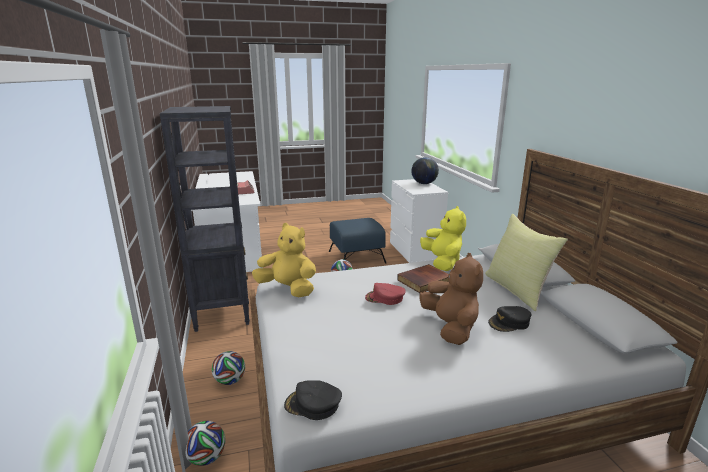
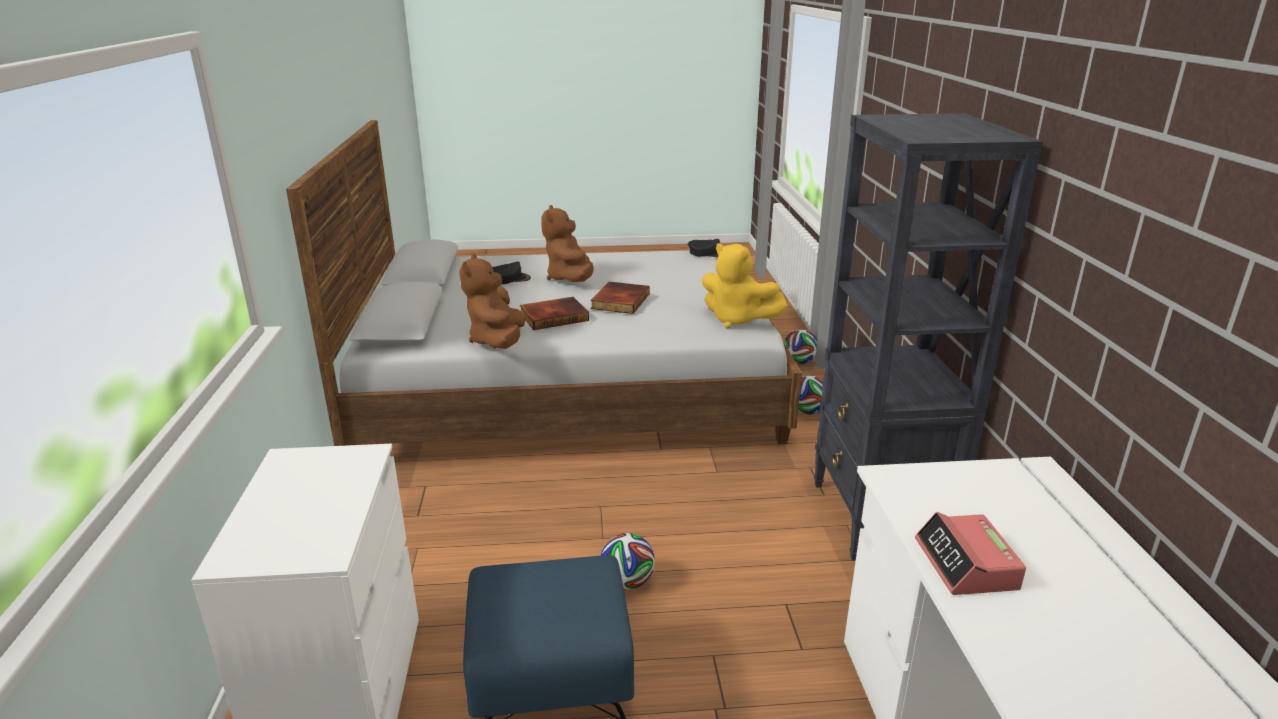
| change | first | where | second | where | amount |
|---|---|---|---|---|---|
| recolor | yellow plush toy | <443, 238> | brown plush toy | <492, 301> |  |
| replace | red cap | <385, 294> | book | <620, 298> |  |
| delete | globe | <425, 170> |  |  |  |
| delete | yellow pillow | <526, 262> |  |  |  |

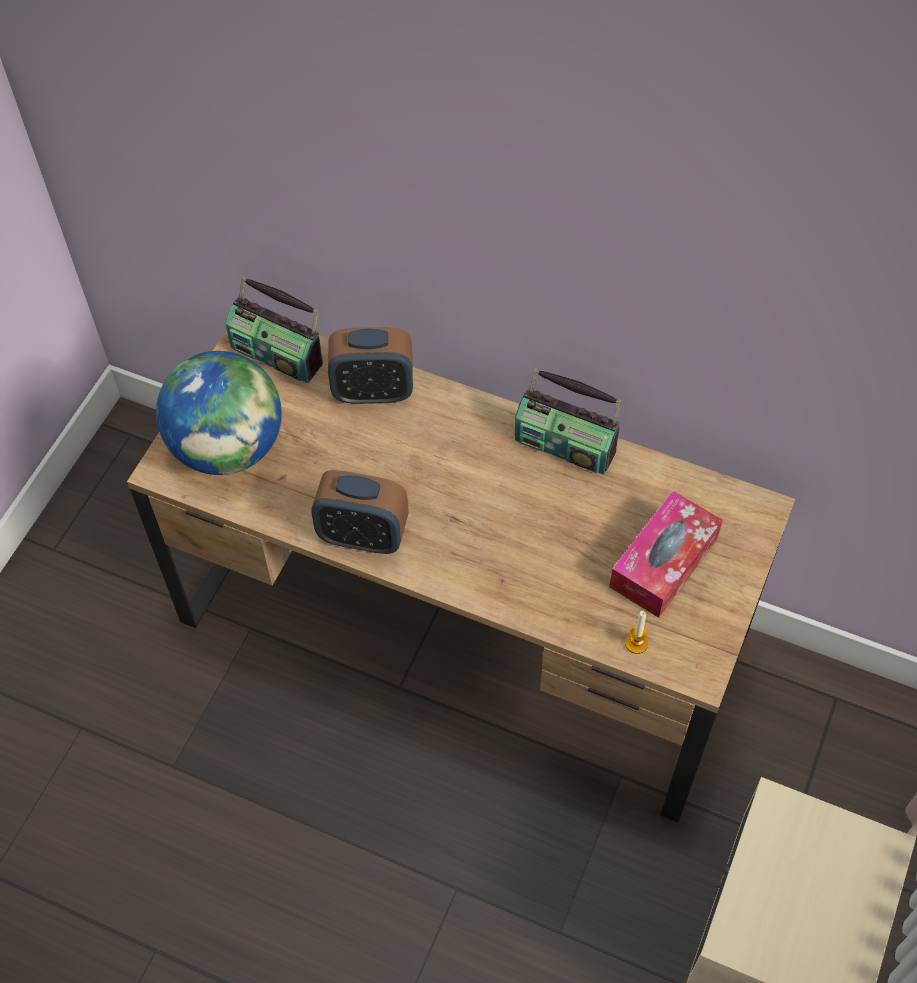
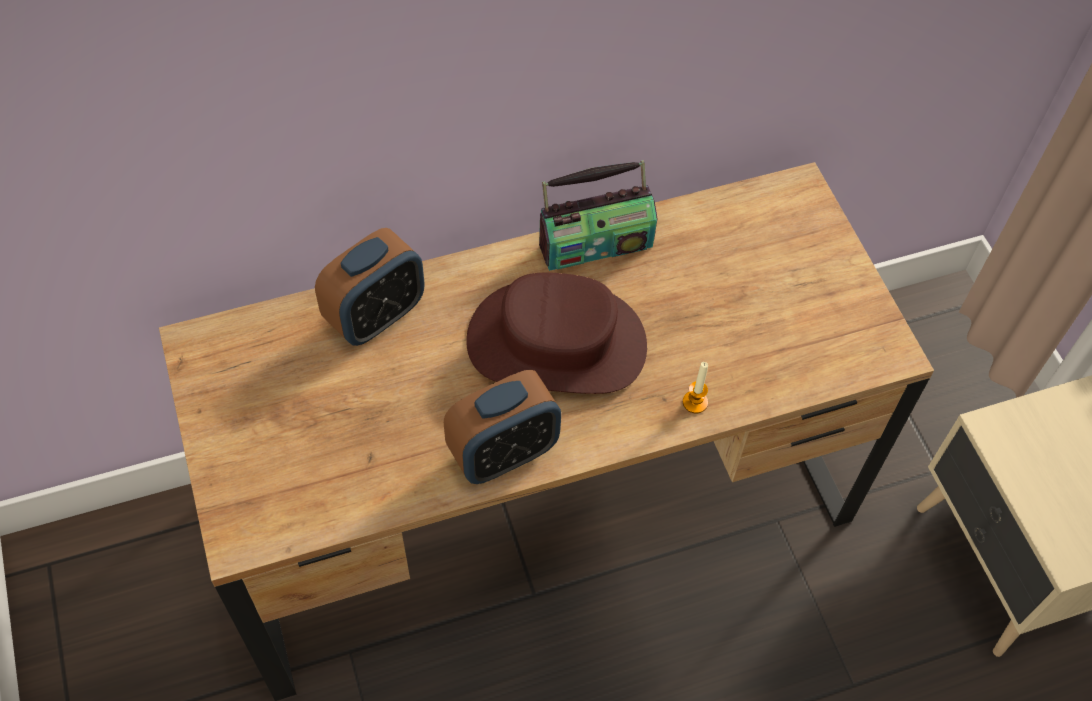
| change | first | where | second | where | amount |
|---|---|---|---|---|---|
| insert |  |  | brown hat | <556, 333> |  |
| move | candle | <636, 632> |  | <695, 388> |  |
| delete | globe | <219, 413> |  |  |  |
| delete | radio | <274, 329> |  |  |  |
| delete | tissue box | <666, 554> |  |  |  |

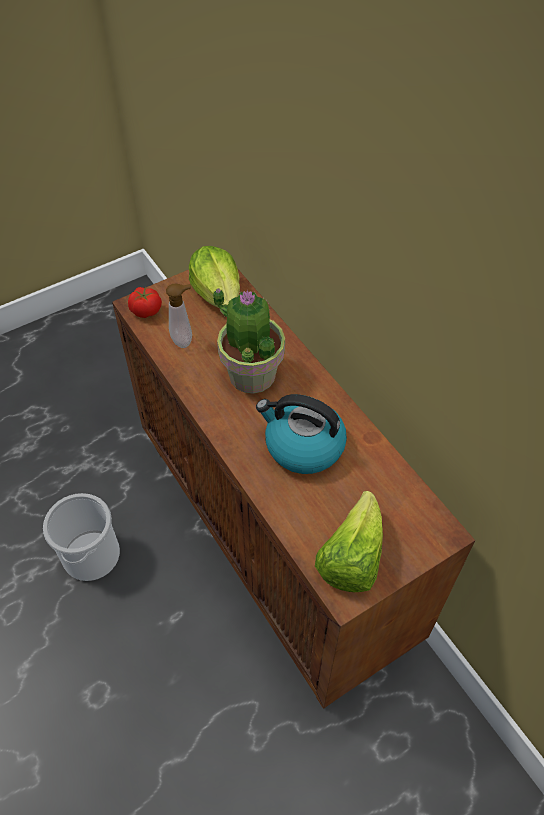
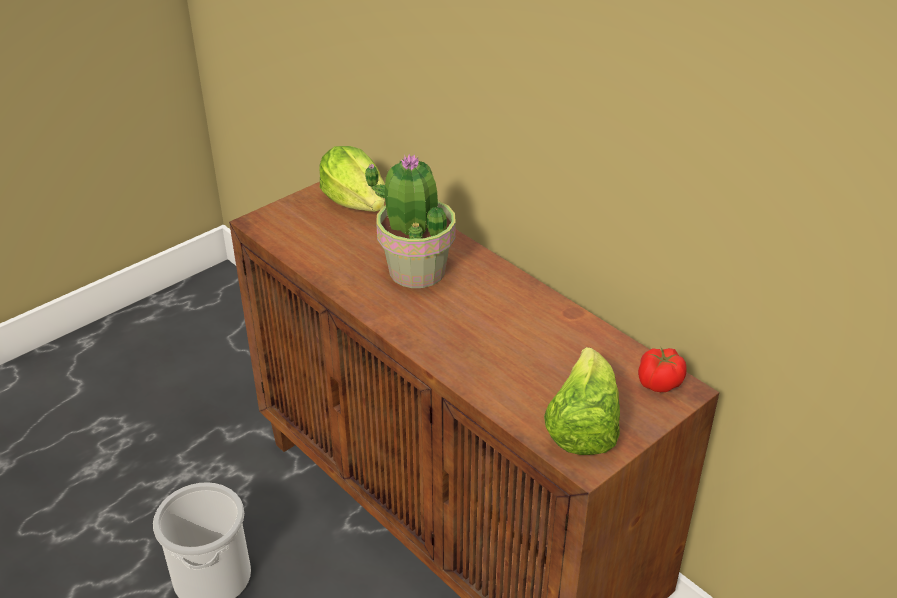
| change | first | where | second | where | amount |
|---|---|---|---|---|---|
| move | tomato | <145, 302> |  | <662, 370> |  |
| delete | soap dispenser | <179, 316> |  |  |  |
| delete | kettle | <301, 434> |  |  |  |

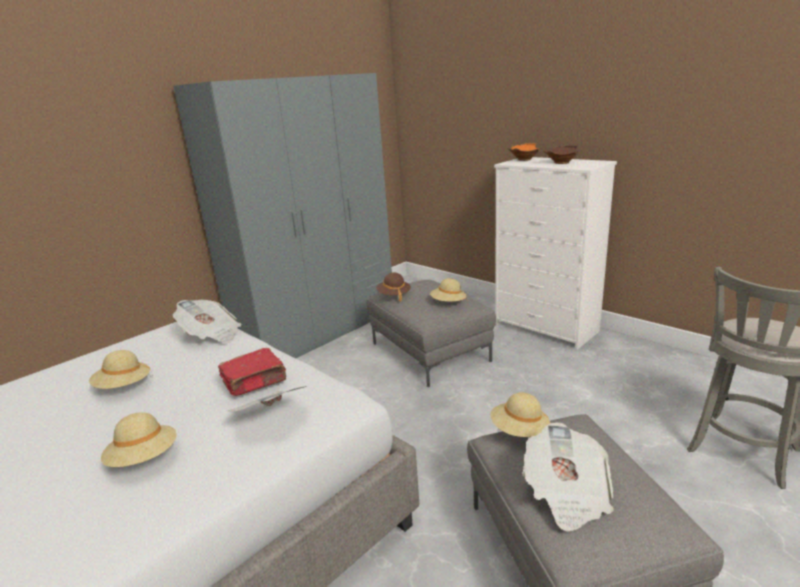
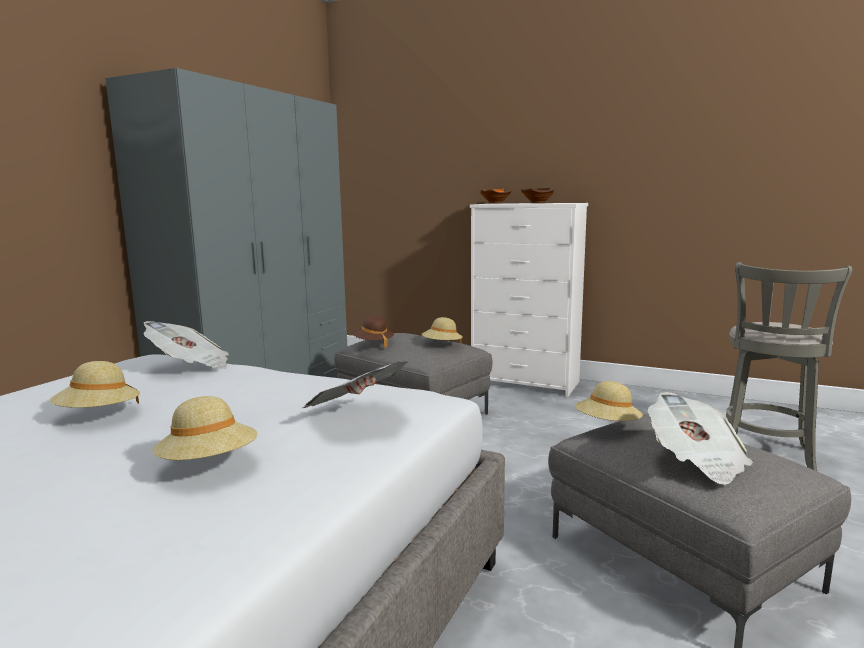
| change | first | where | second | where | amount |
|---|---|---|---|---|---|
| delete | red book | <252, 372> |  |  |  |

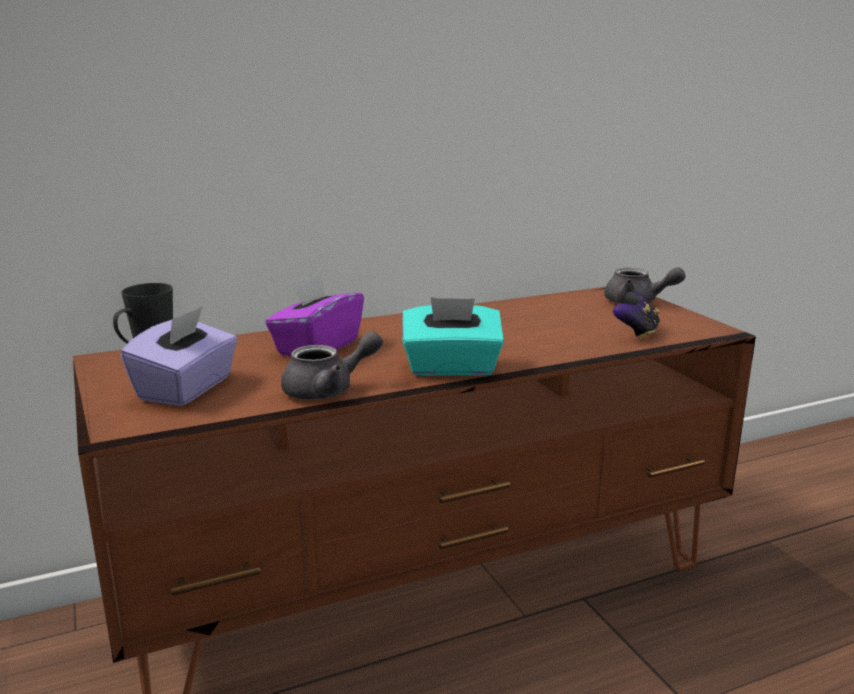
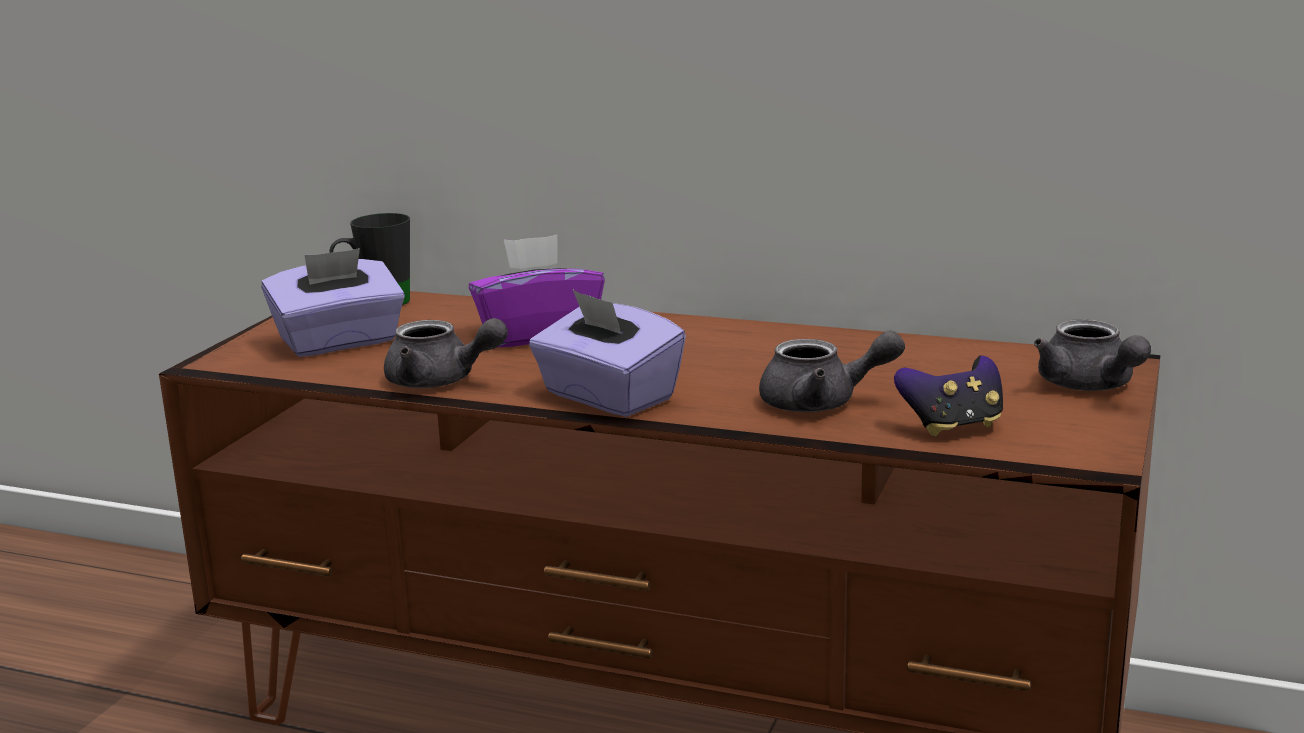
| change | first | where | second | where | amount |
|---|---|---|---|---|---|
| recolor | turquoise tissue box | <453, 336> | purple tissue box | <607, 353> |  |
| insert |  |  | grey teapot | <832, 371> |  |

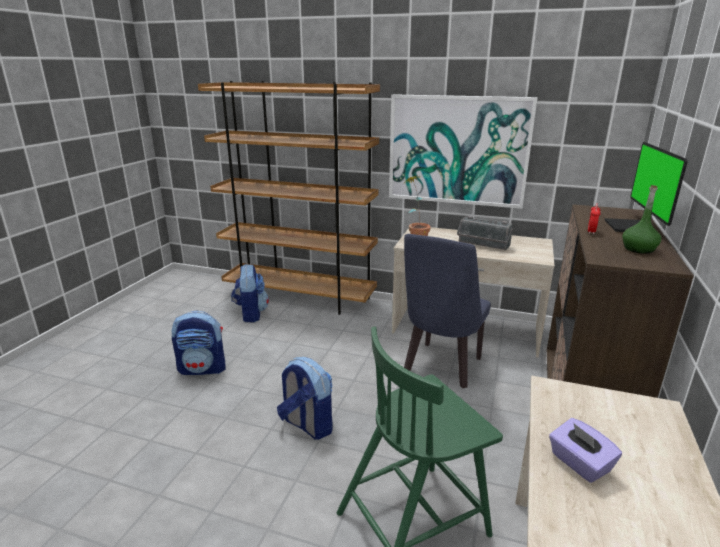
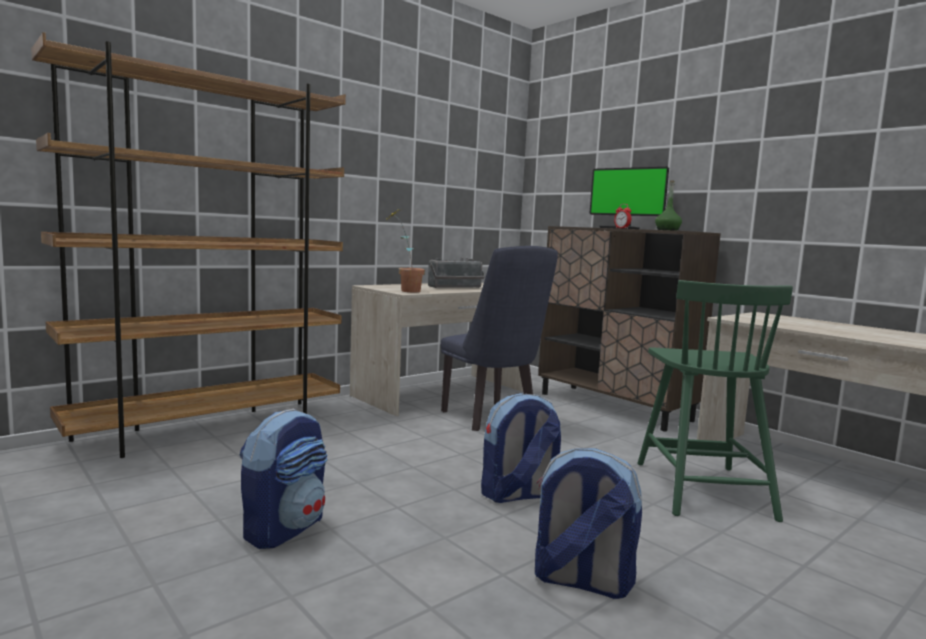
| change | first | where | second | where | amount |
|---|---|---|---|---|---|
| move | backpack | <250, 293> |  | <588, 523> |  |
| delete | picture | <463, 151> |  |  |  |
| delete | purple tissue box | <585, 450> |  |  |  |

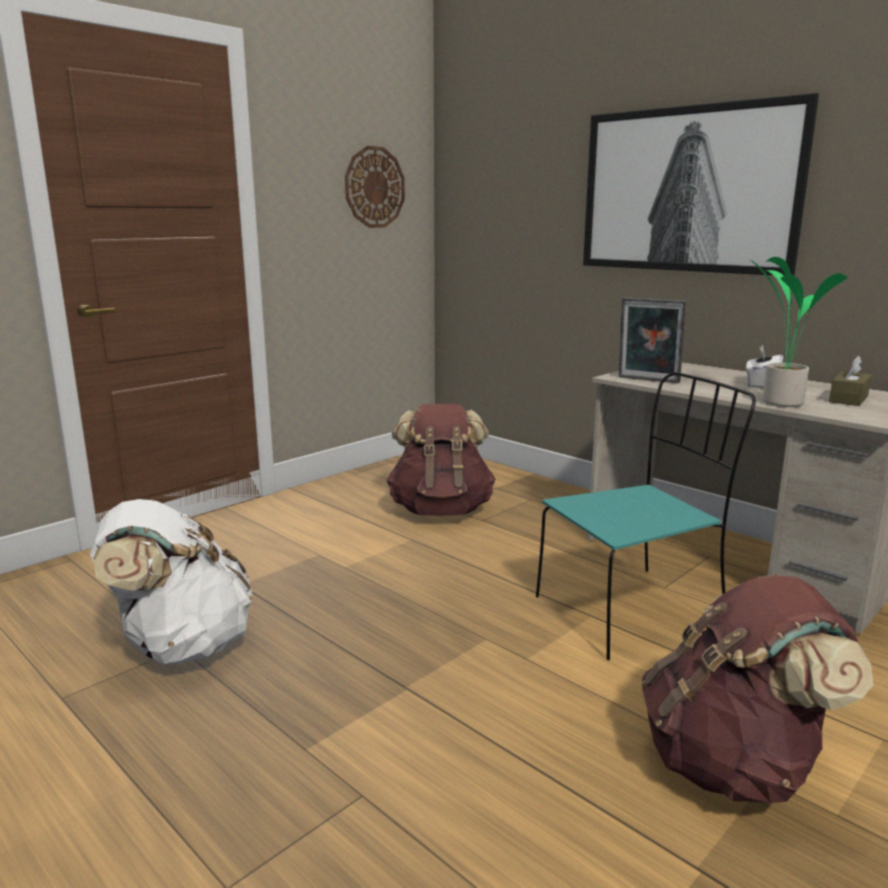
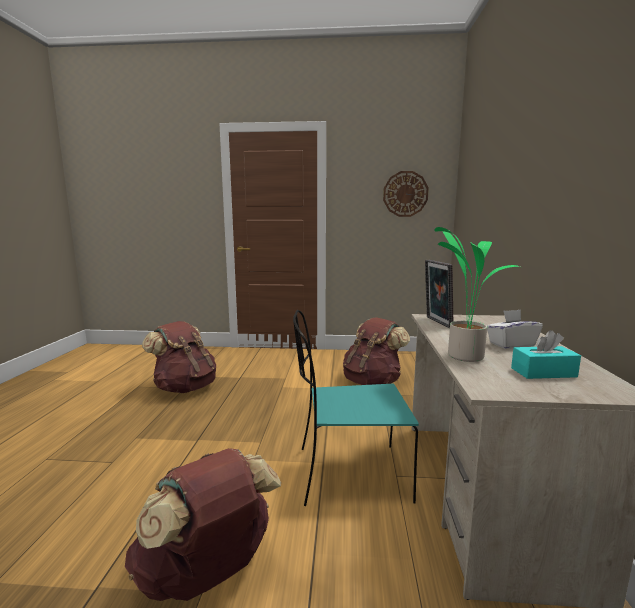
| change | first | where | second | where | amount |
|---|---|---|---|---|---|
| recolor | white backpack | <171, 582> | brown backpack | <179, 357> |  |
| rotate | turquoise chair | <646, 516> |  | <356, 408> | 150 degrees clockwise |
| recolor | brown tissue box | <850, 381> | turquoise tissue box | <546, 354> |  |
| delete | picture | <701, 184> |  |  |  |

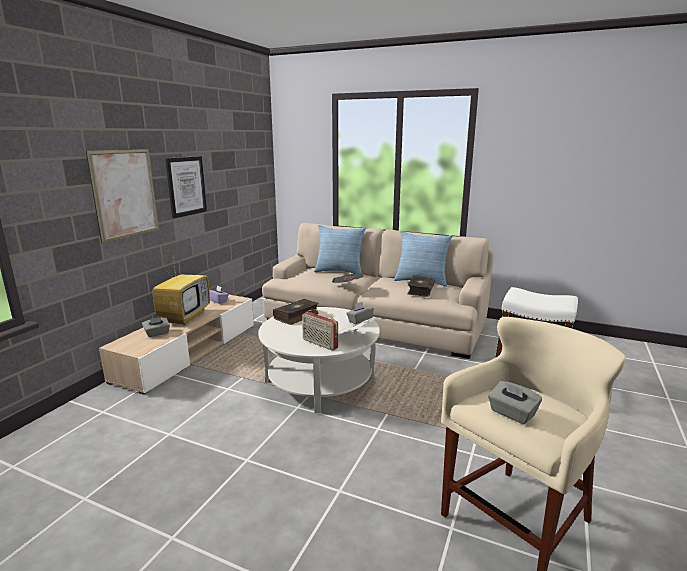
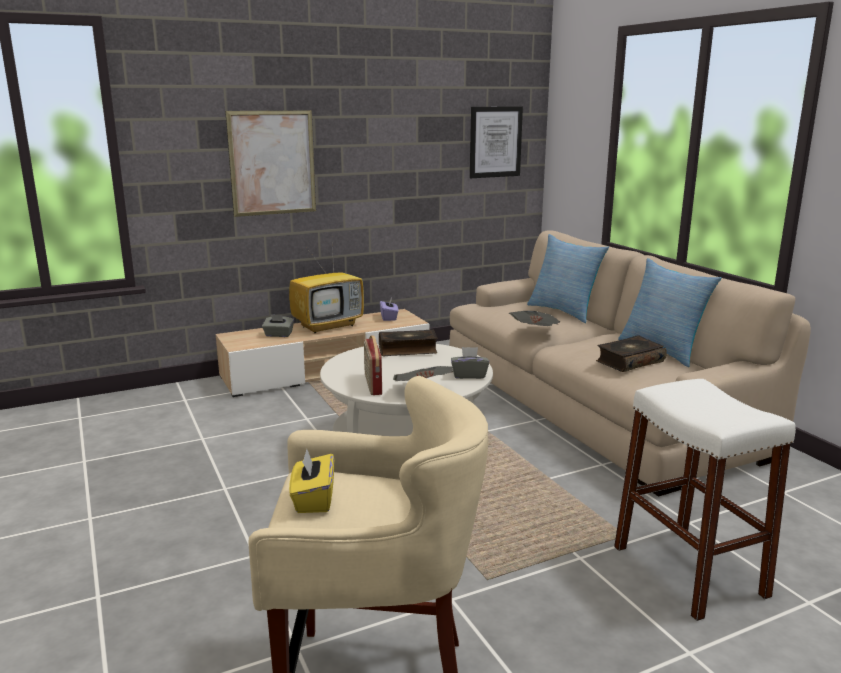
| change | first | where | second | where | amount |
|---|---|---|---|---|---|
| recolor | grey tissue box | <515, 403> | yellow tissue box | <311, 481> |  |
| move | picture | <186, 187> |  | <496, 142> |  |

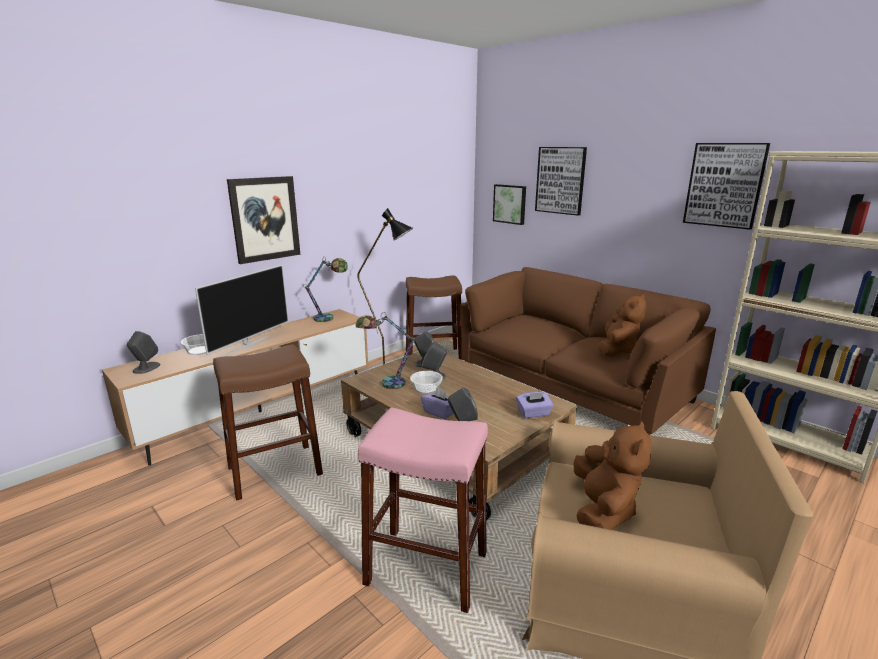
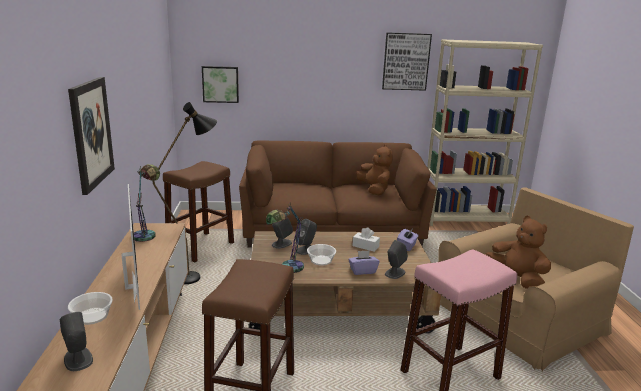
| change | first | where | second | where | amount |
|---|---|---|---|---|---|
| insert |  |  | white tissue box | <366, 239> |  |
| delete | picture | <561, 181> |  |  |  |

